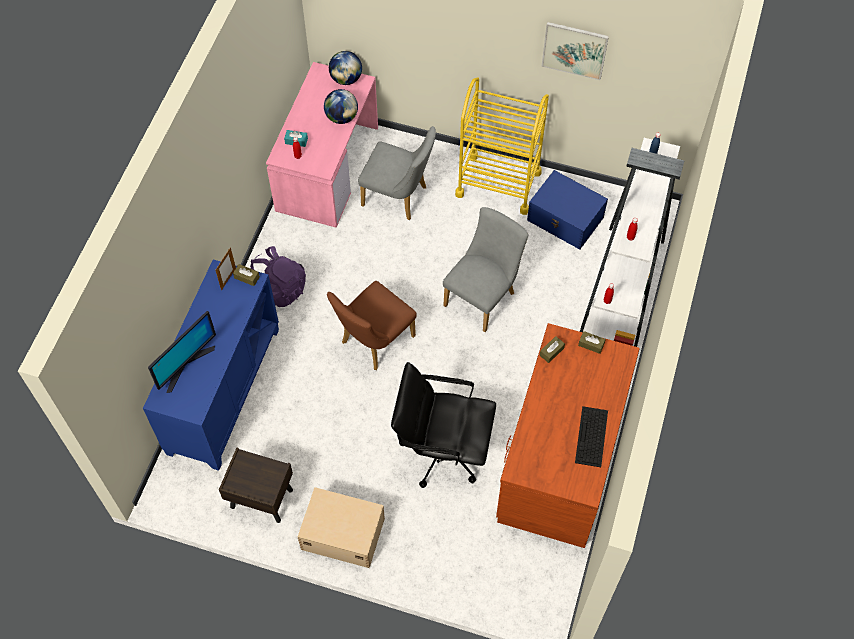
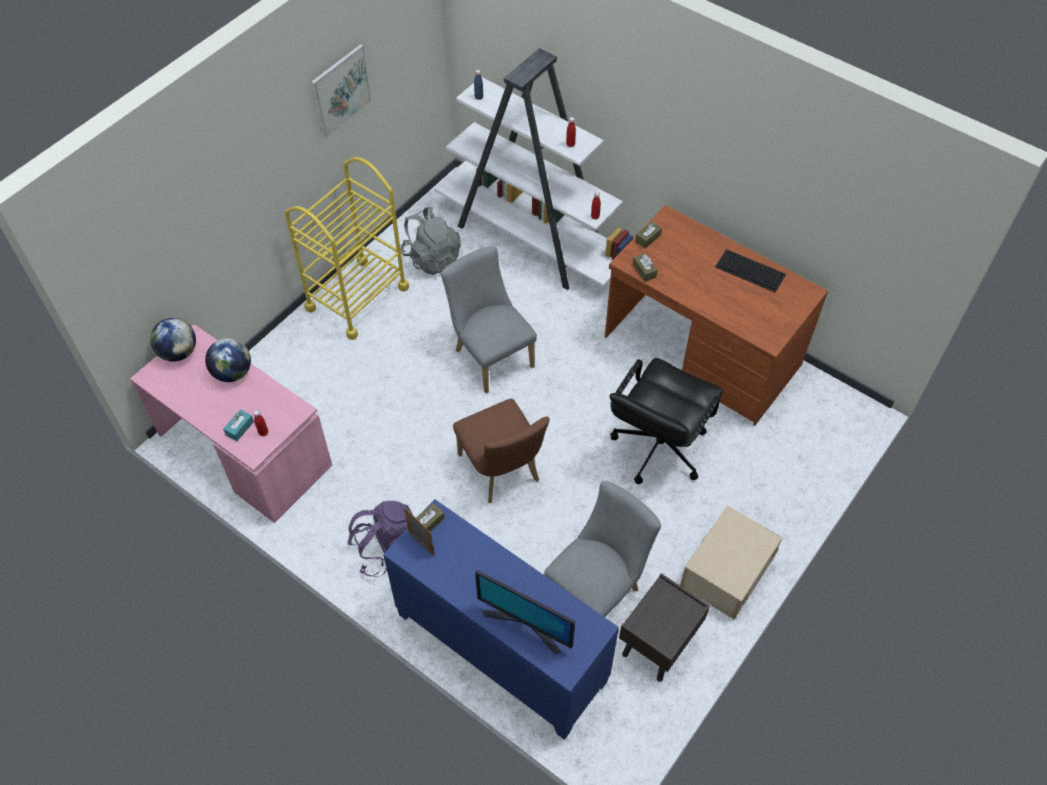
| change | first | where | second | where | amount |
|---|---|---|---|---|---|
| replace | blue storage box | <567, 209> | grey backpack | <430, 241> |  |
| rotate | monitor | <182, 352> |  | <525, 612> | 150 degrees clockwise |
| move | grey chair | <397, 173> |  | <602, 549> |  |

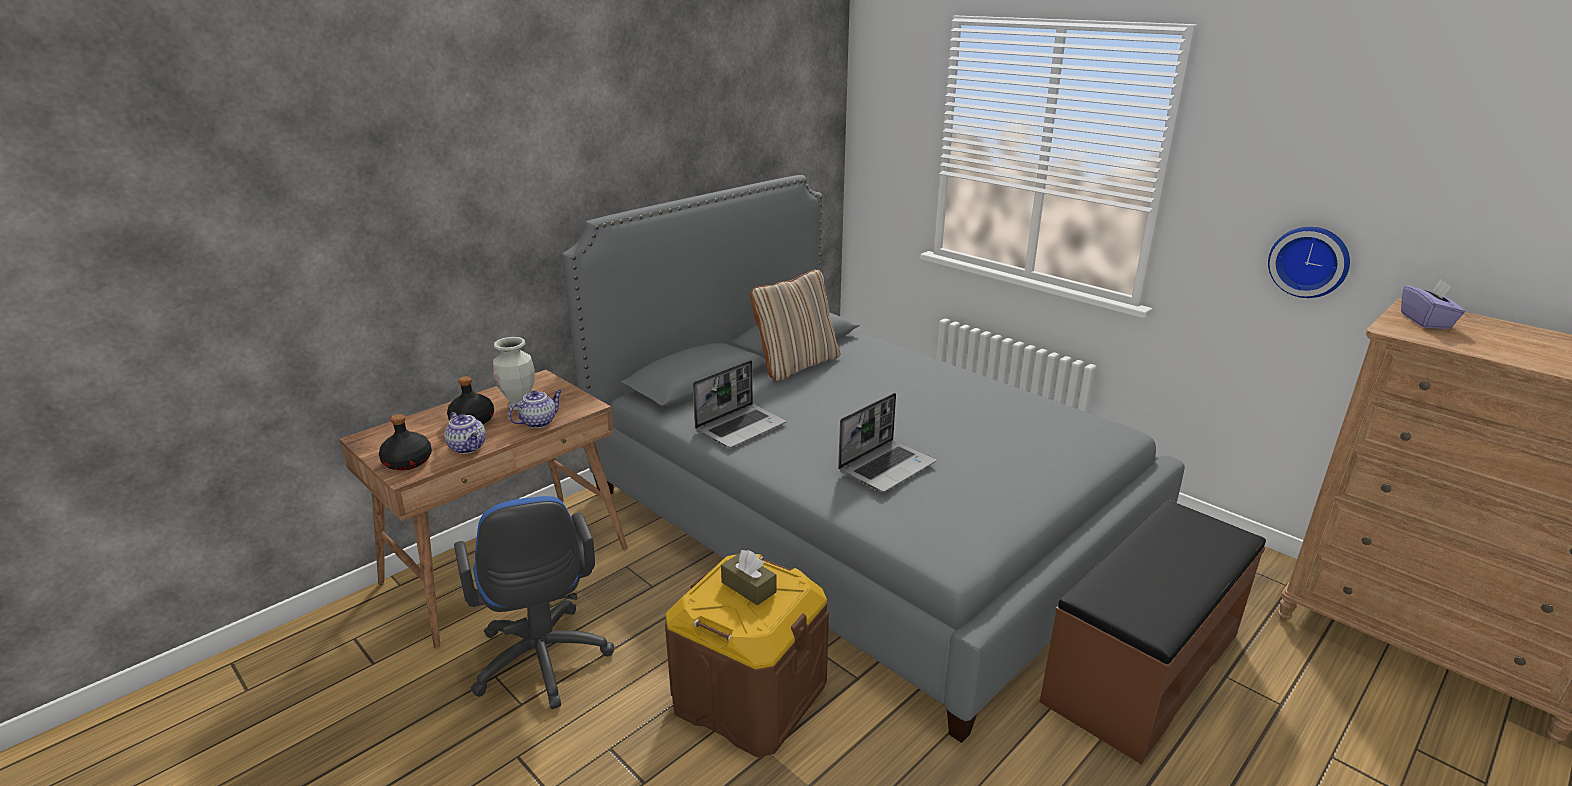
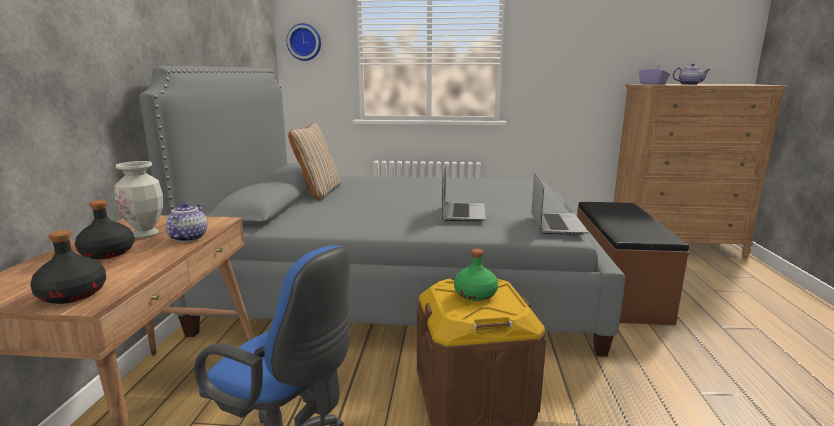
| change | first | where | second | where | amount |
|---|---|---|---|---|---|
| move | wall clock | <1309, 262> |  | <304, 42> |  |
| replace | brown tissue box | <749, 577> | green bottle | <476, 275> |  |
| move | laptop | <740, 404> |  | <560, 204> |  |
| move | teapot | <465, 433> |  | <691, 74> |  |

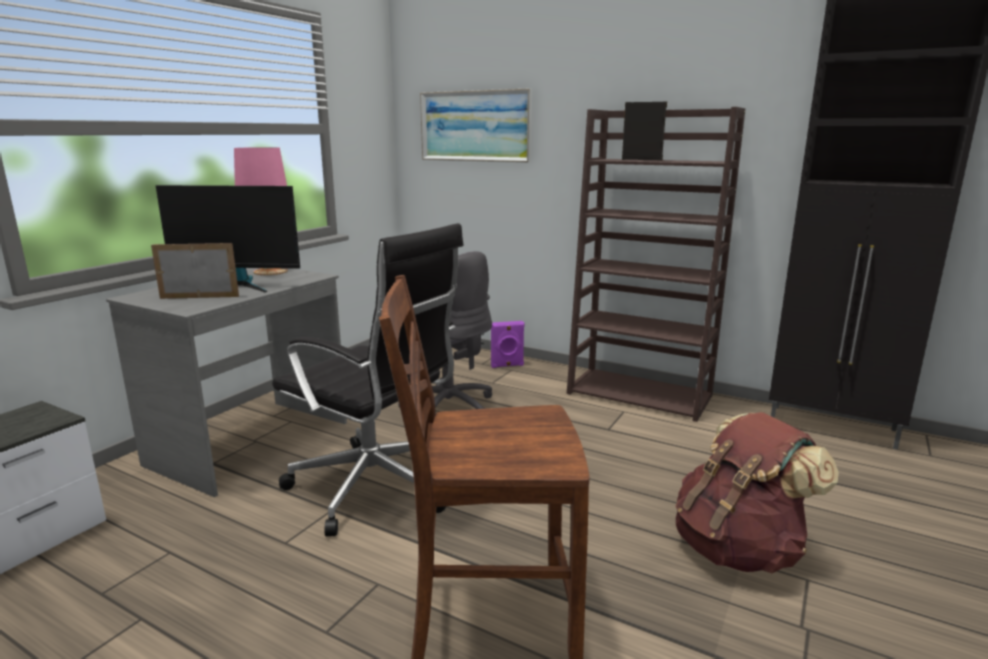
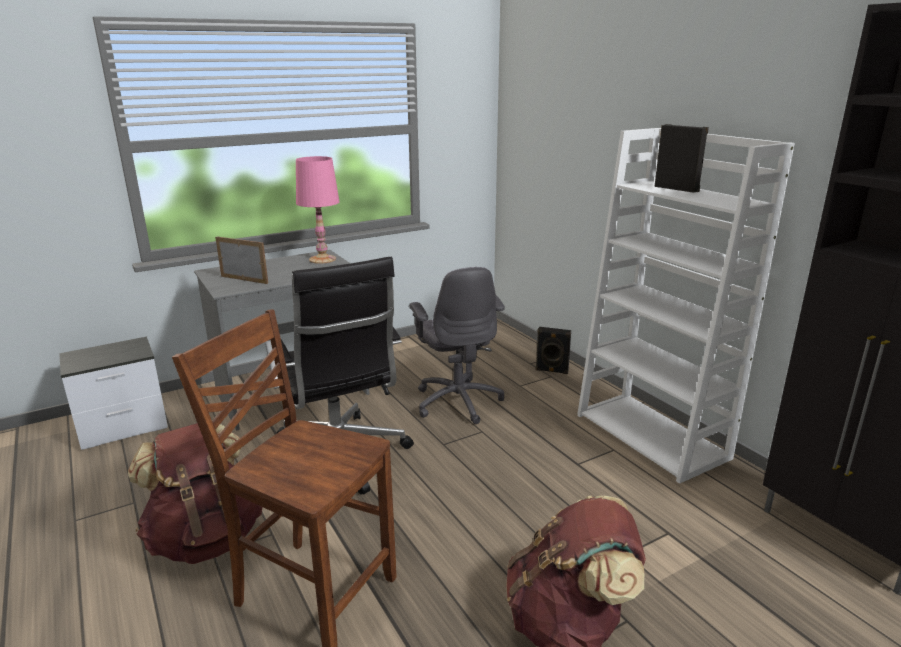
| change | first | where | second | where | amount |
|---|---|---|---|---|---|
| insert |  |  | brown backpack | <195, 493> |  |
| recolor | purple speaker | <508, 344> | black speaker | <553, 350> |  |
| recolor | brown bookcase | <656, 264> | white bookcase | <686, 306> |  |
| delete | monitor | <228, 238> |  |  |  |
| delete | picture | <476, 125> |  |  |  |

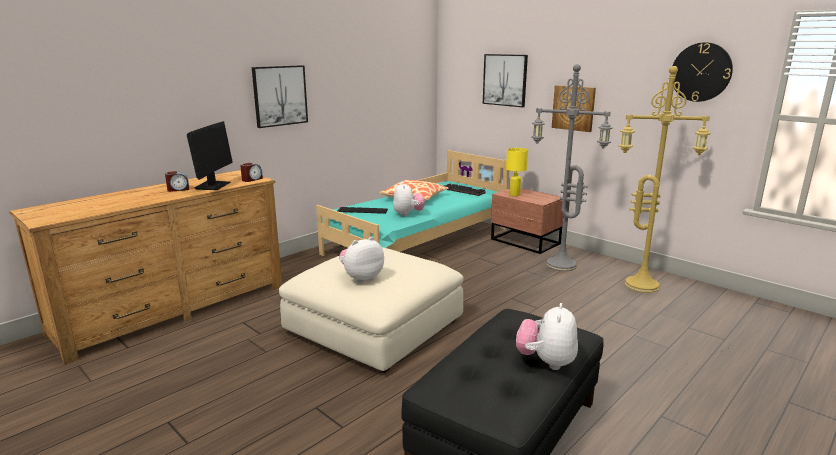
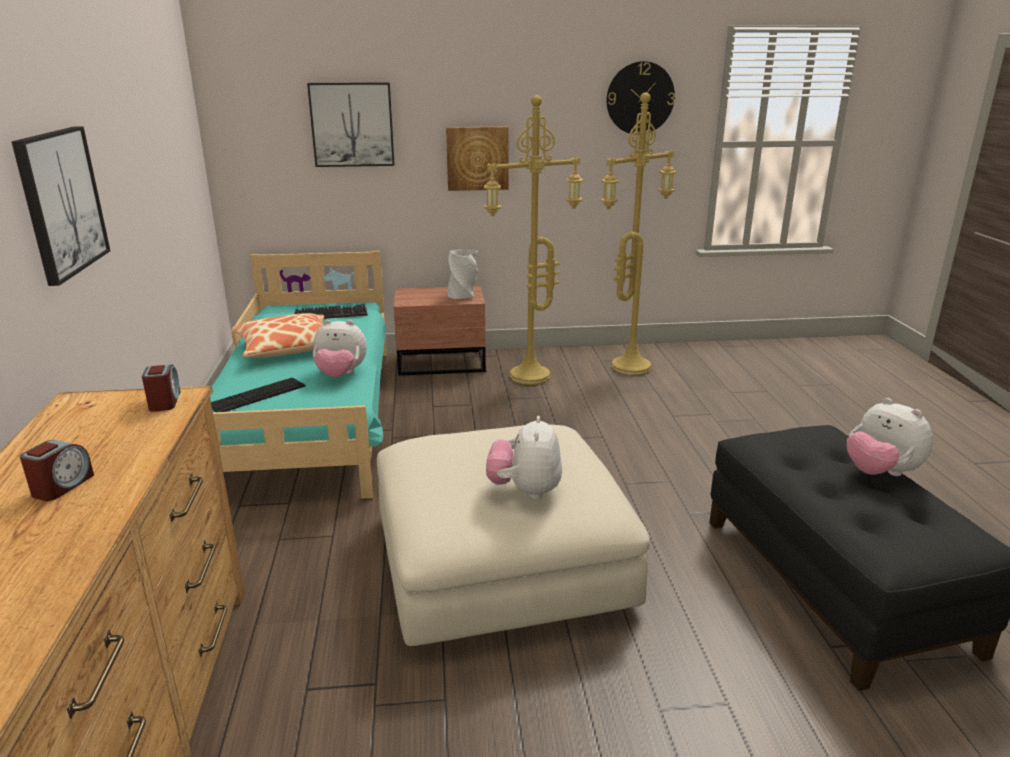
| change | first | where | second | where | amount |
|---|---|---|---|---|---|
| rotate | plush toy | <409, 199> |  | <340, 349> | 150 degrees clockwise |
| insert |  |  | grey vase | <462, 274> |  |
| recolor | grey floor lamp | <572, 167> | yellow floor lamp | <533, 240> |  |
| delete | monitor | <210, 155> |  |  |  |
| delete | yellow table lamp | <517, 172> |  |  |  |

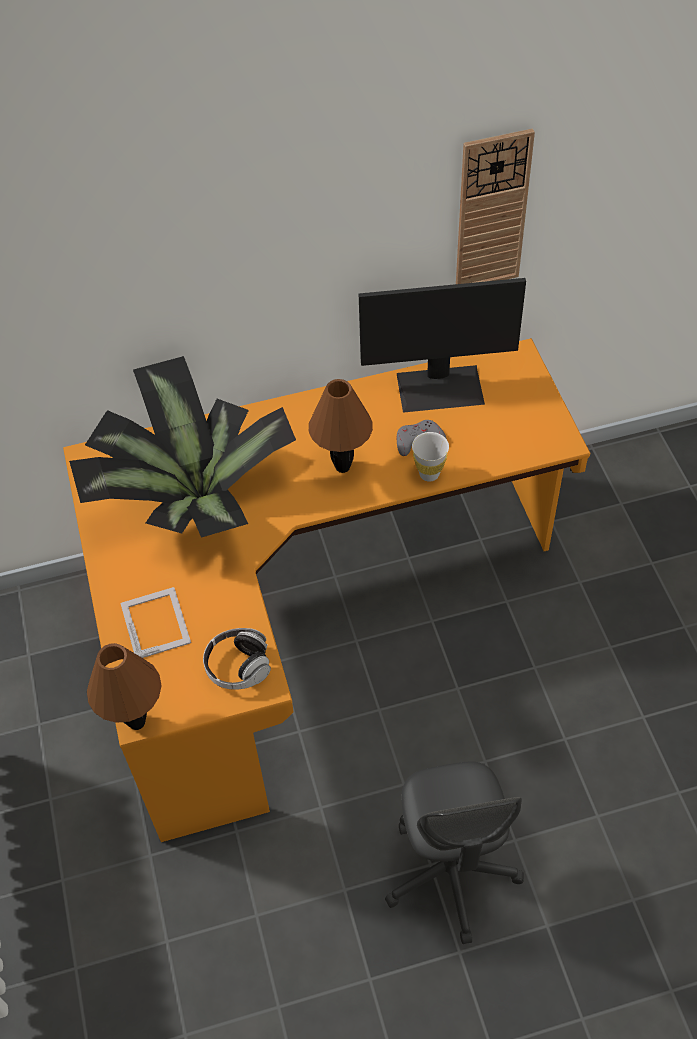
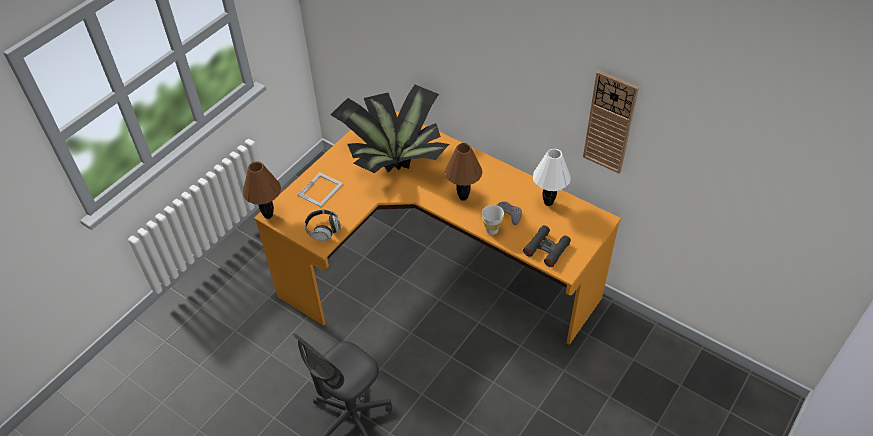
| change | first | where | second | where | amount |
|---|---|---|---|---|---|
| insert |  |  | black binoculars | <547, 246> |  |
| replace | monitor | <442, 345> | white table lamp | <552, 177> |  |

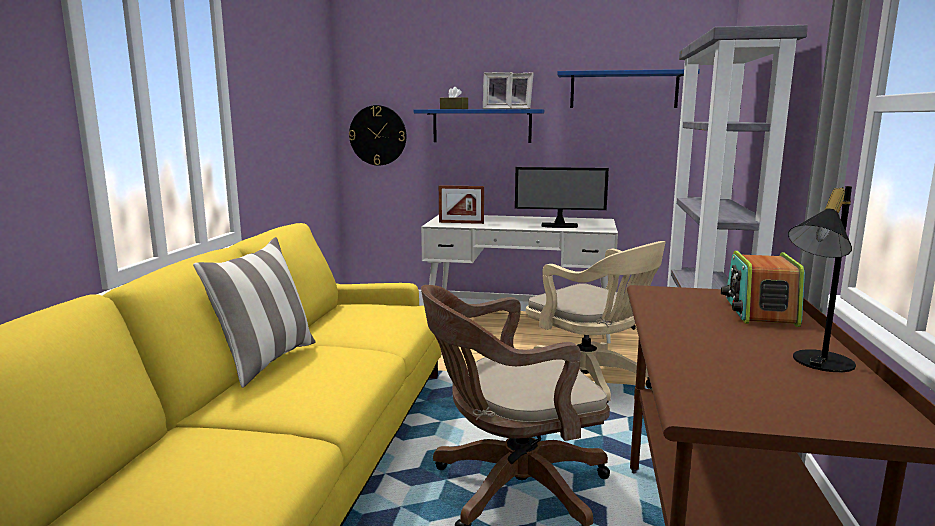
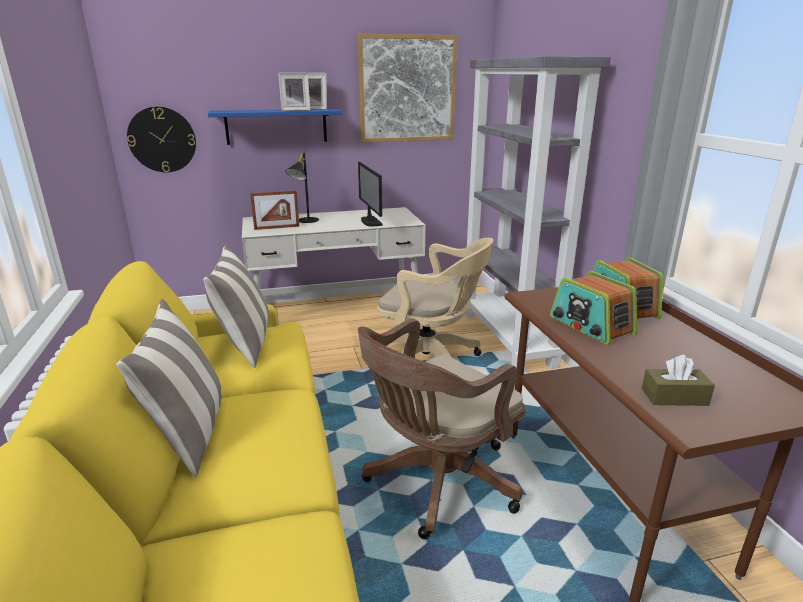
| change | first | where | second | where | amount |
|---|---|---|---|---|---|
| insert |  |  | pillow | <236, 306> |  |
| move | black table lamp | <822, 279> |  | <302, 188> |  |
| replace | blue shelf | <628, 88> | picture | <407, 88> |  |
| rotate | monitor | <562, 197> |  | <370, 194> | 90 degrees clockwise |
| insert |  |  | radio | <593, 308> |  |
| move | brown tissue box | <454, 98> |  | <678, 380> |  |

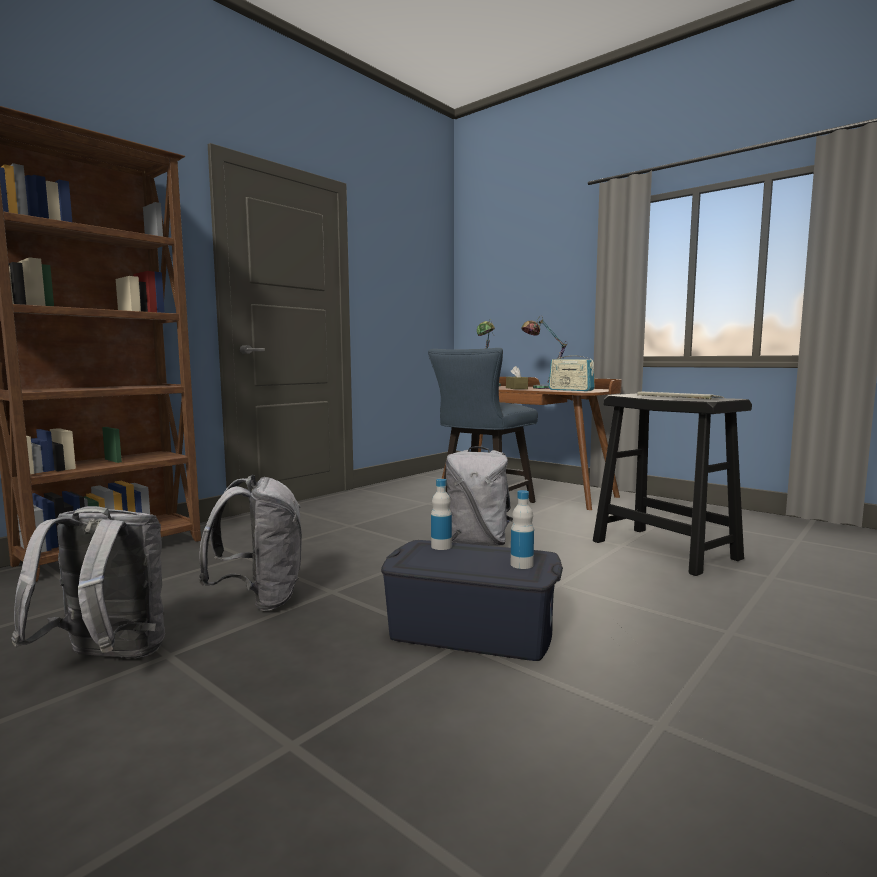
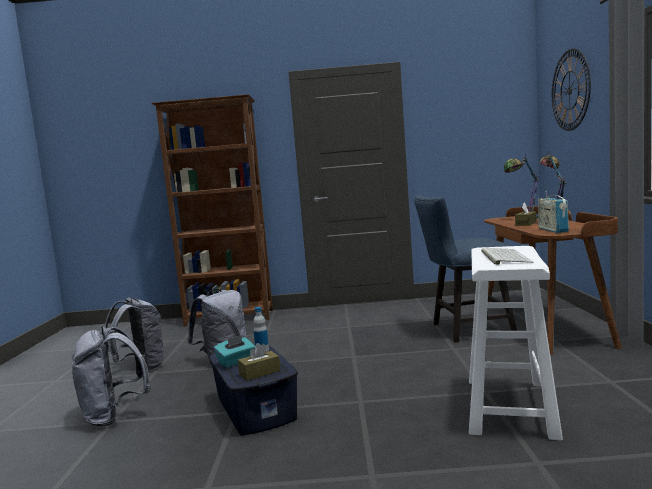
| change | first | where | second | where | amount |
|---|---|---|---|---|---|
| move | grey backpack | <479, 496> |  | <111, 376> |  |
| insert |  |  | turquoise tissue box | <234, 351> |  |
| replace | bottle | <522, 529> | brown tissue box | <259, 362> |  |
| recolor | black stool | <672, 485> | white stool | <516, 343> |  |
| insert |  |  | wall clock | <571, 89> |  |

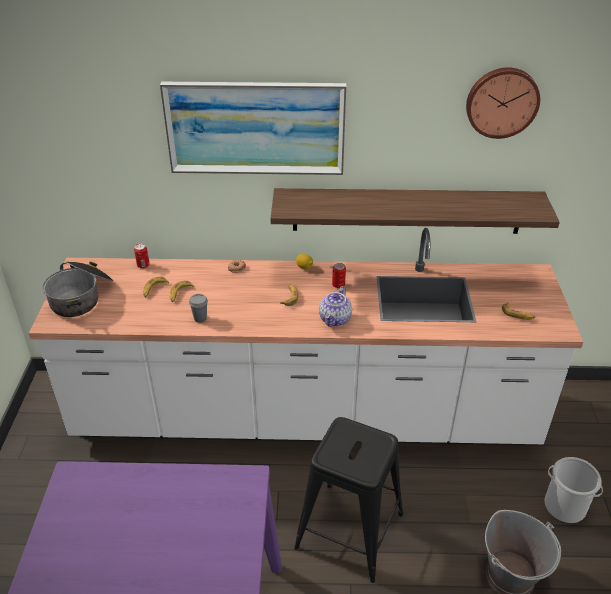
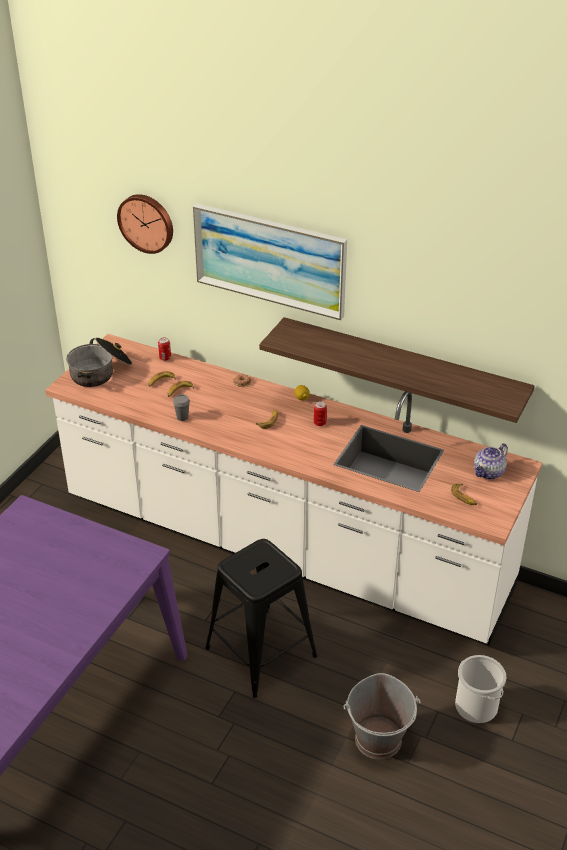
| change | first | where | second | where | amount |
|---|---|---|---|---|---|
| move | wall clock | <503, 103> |  | <145, 224> |  |
| move | teapot | <335, 306> |  | <491, 461> |  |

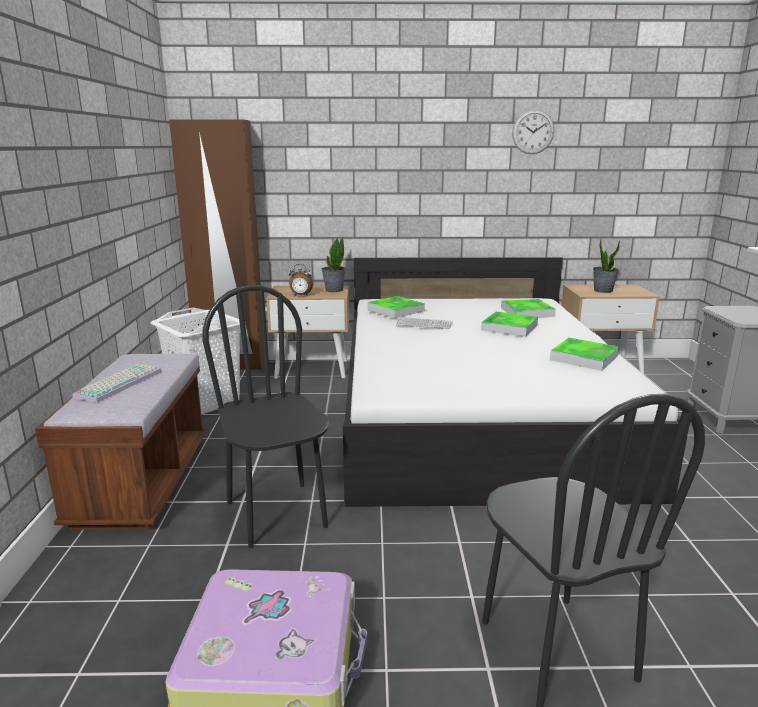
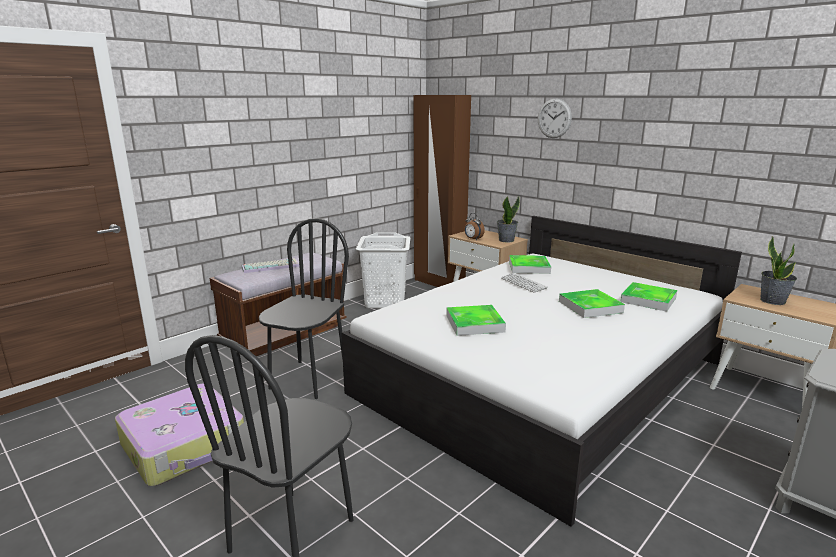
| change | first | where | second | where | amount |
|---|---|---|---|---|---|
| move | tray | <584, 354> |  | <476, 320> |  |
| move | wall clock | <533, 132> |  | <555, 118> |  |

